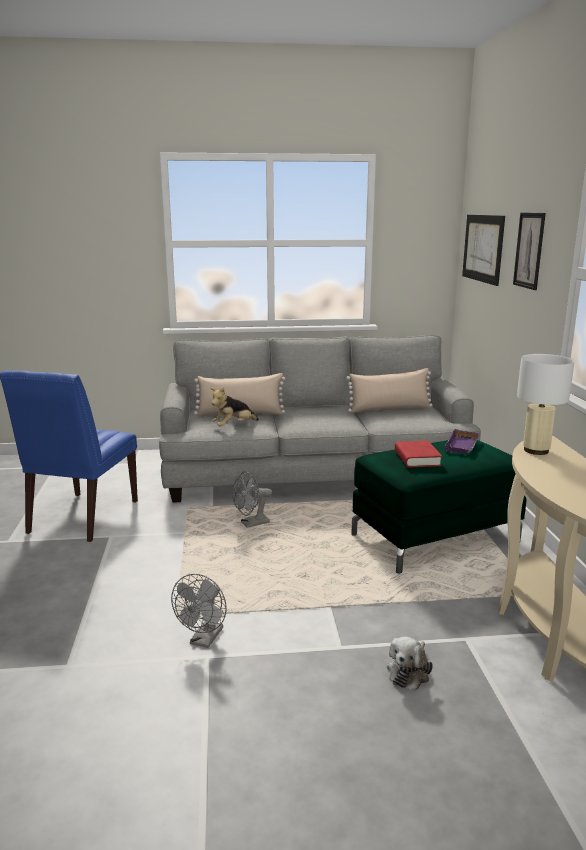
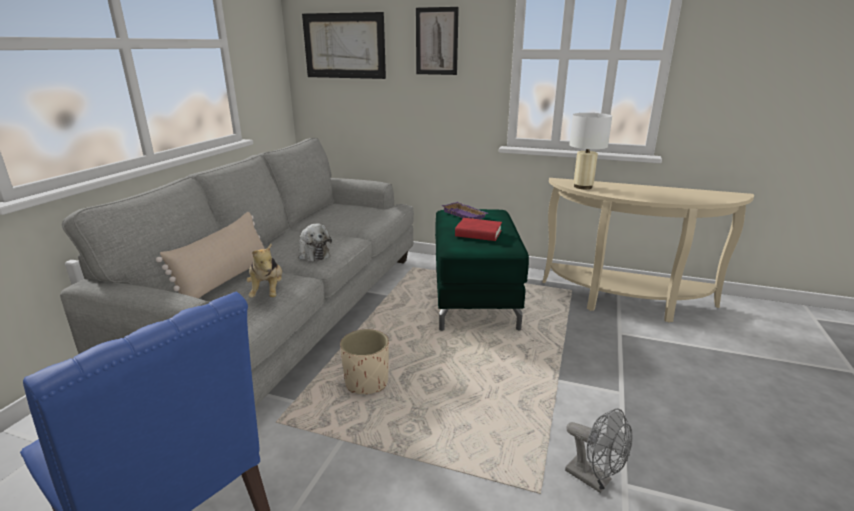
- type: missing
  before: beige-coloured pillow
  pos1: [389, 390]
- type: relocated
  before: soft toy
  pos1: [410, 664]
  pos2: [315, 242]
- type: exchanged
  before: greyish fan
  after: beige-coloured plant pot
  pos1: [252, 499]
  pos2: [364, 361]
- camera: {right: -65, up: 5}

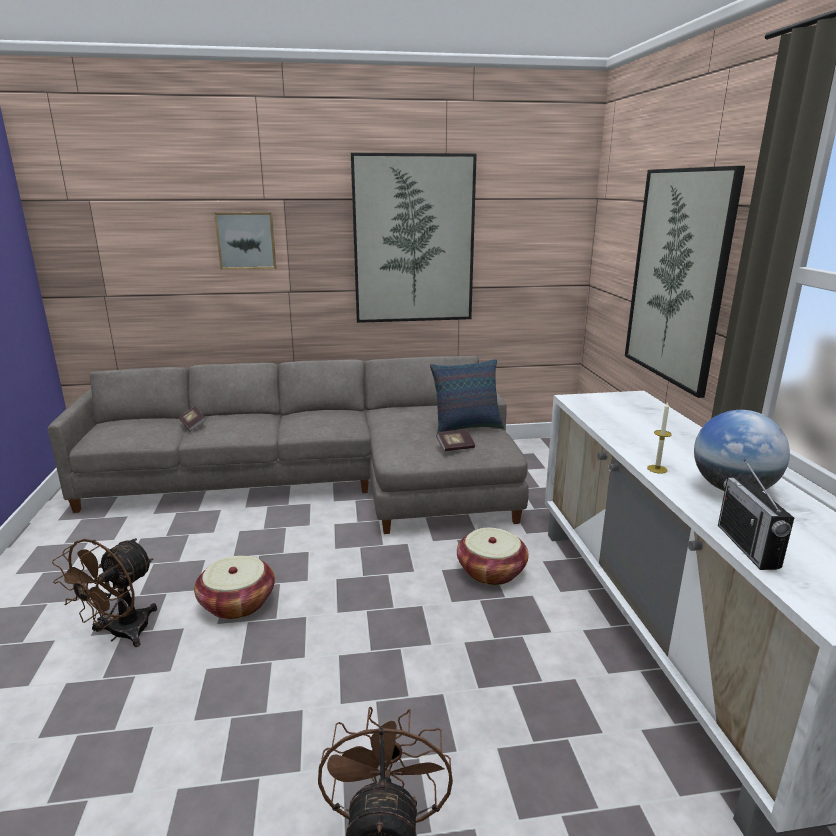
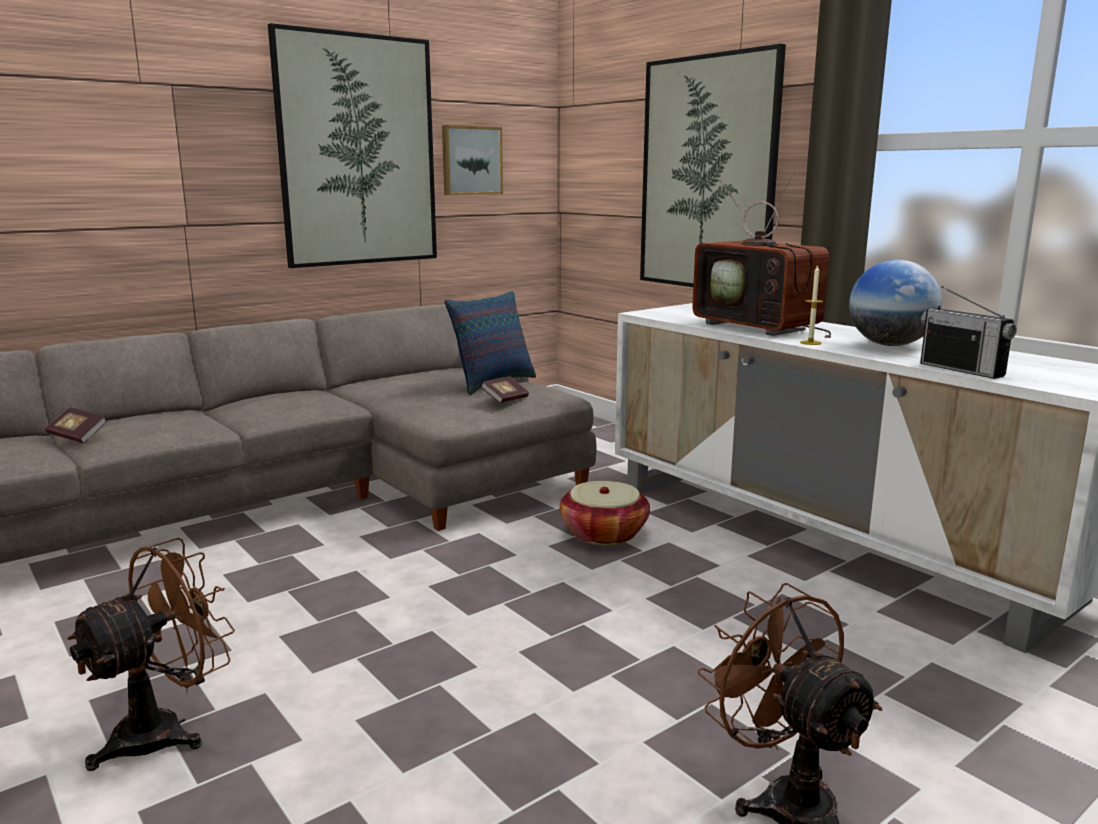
- type: missing
  before: basket
  pos1: [234, 587]
- type: appeared
  after: TV set
  pos2: [761, 254]
- type: relocated
  before: wall art
  pos1: [245, 241]
  pos2: [472, 160]
- type: spun
  before: brown fan
  pos1: [104, 592]
  pos2: [151, 654]
  turn: -135
- camera: {right: -30, up: -5}

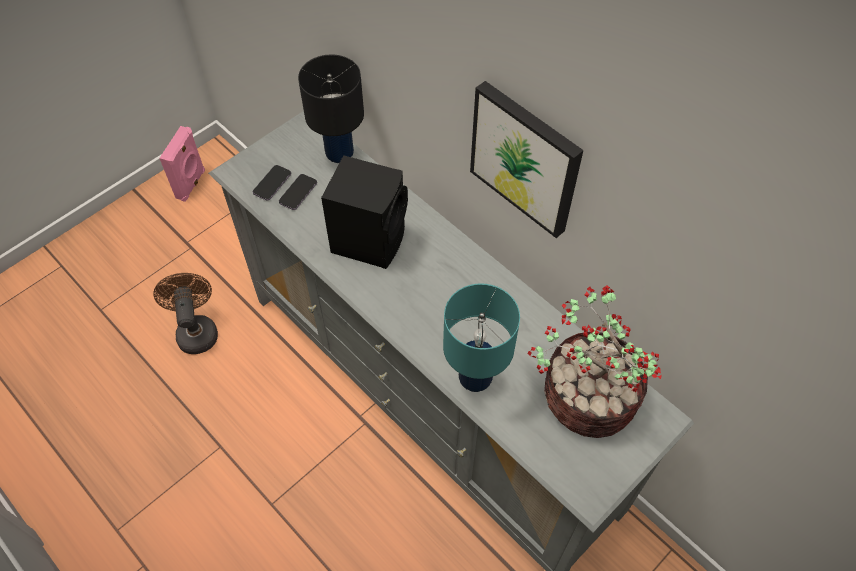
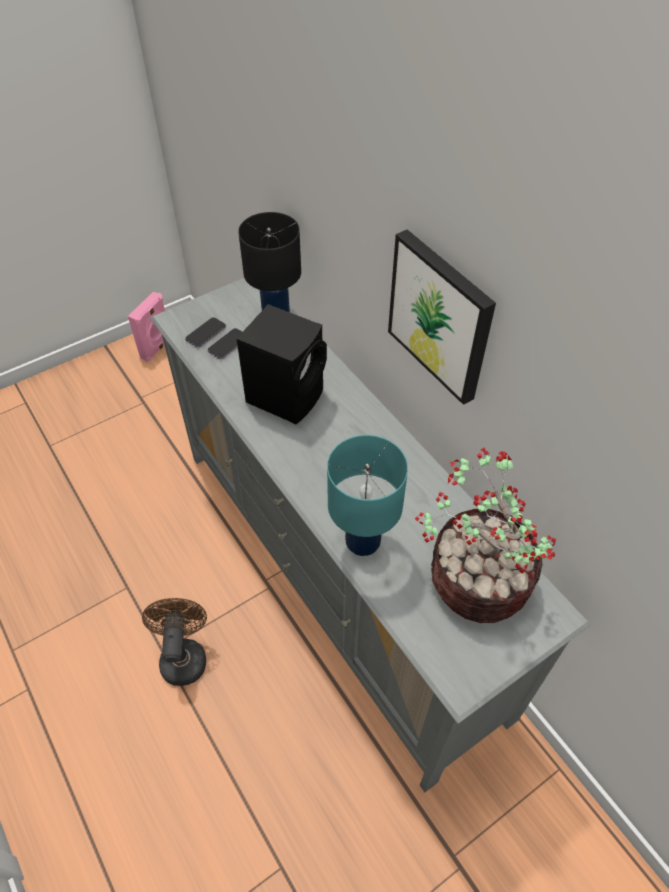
- type: relocated
  before: brown fan
  pos1: [185, 313]
  pos2: [174, 642]
- camera: {right: 10, up: -5}

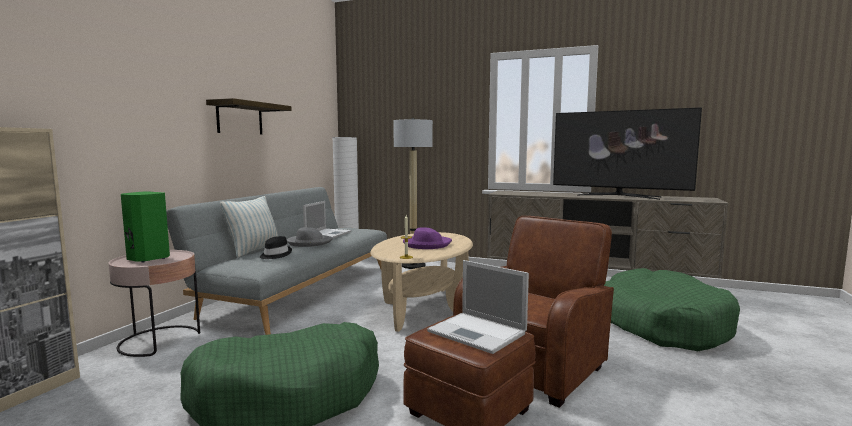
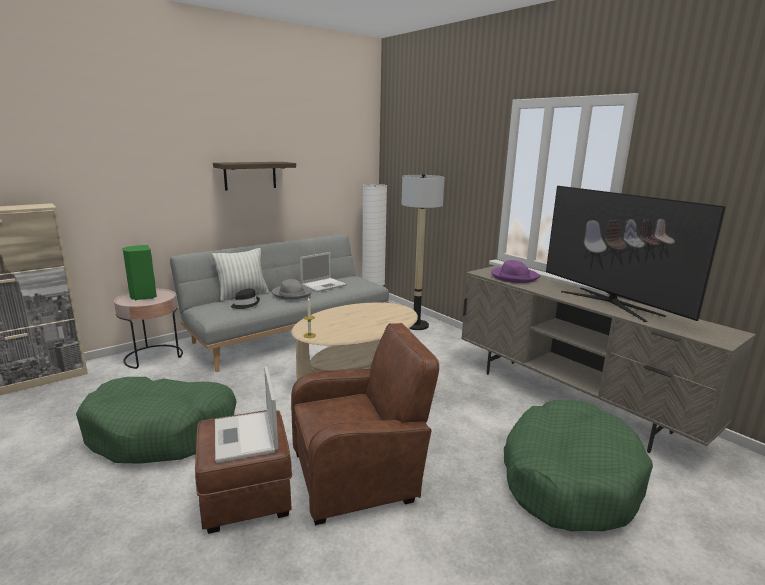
- type: relocated
  before: purple hat
  pos1: [427, 238]
  pos2: [515, 271]
- camera: {right: 30, up: 10}

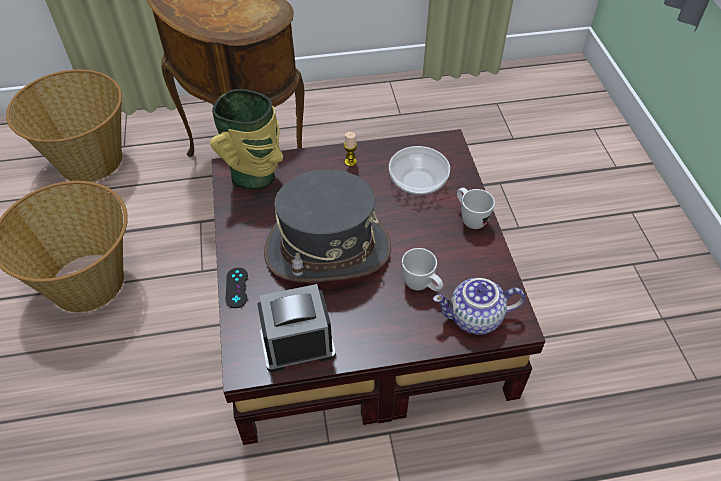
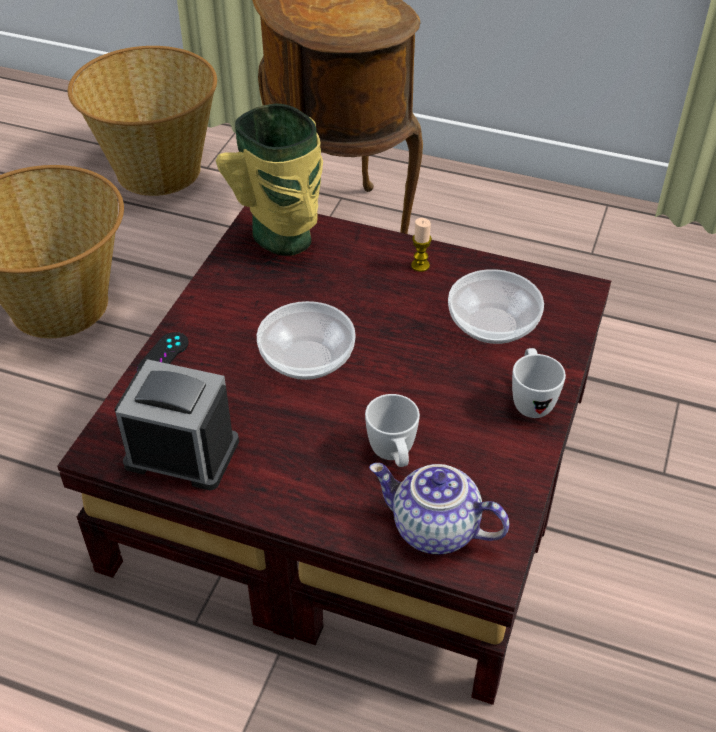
- type: exchanged
  before: greyish hat
  after: deep dish
  pos1: [327, 226]
  pos2: [306, 340]
- camera: {right: 30, up: -5}

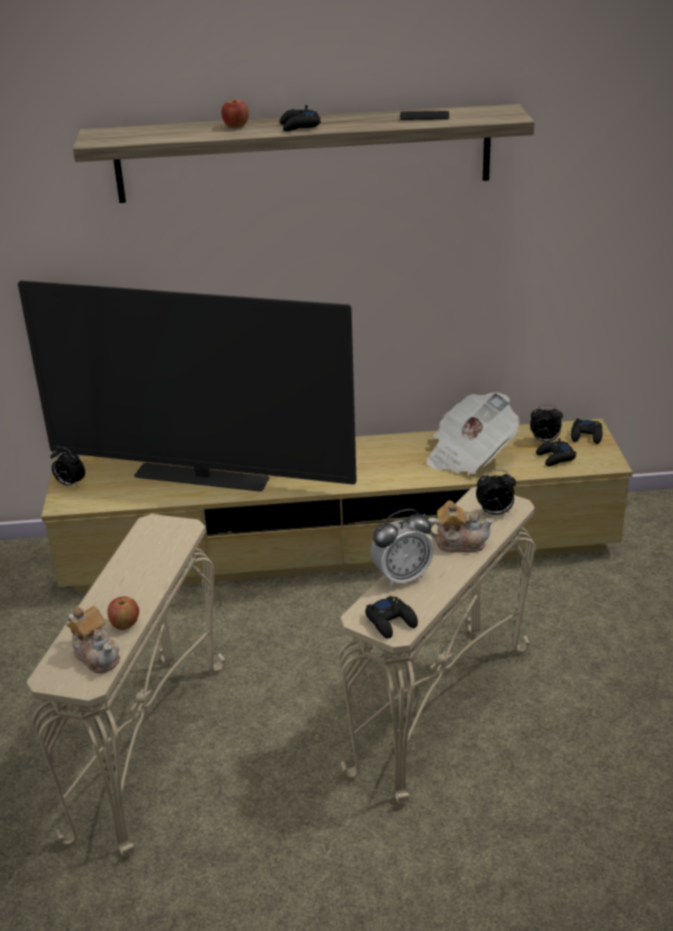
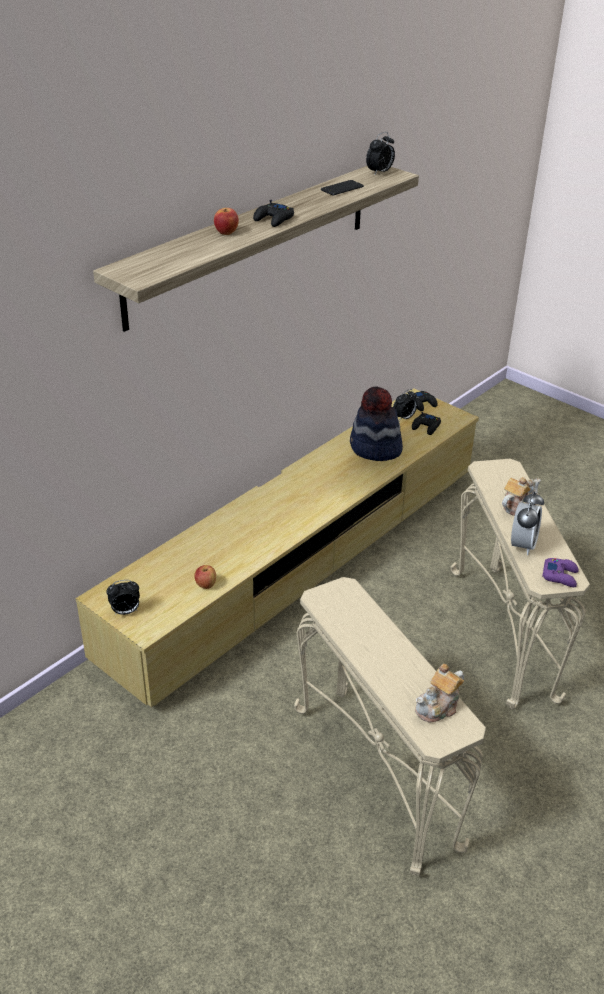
- type: missing
  before: TV set
  pos1: [187, 386]
- type: relocated
  before: whole apple
  pos1: [123, 613]
  pos2: [205, 577]
- type: relocated
  before: table clock
  pos1: [496, 492]
  pos2: [380, 154]
- type: exchanged
  before: printed paper
  after: hat
  pos1: [473, 433]
  pos2: [376, 423]
- type: colour
  before: blackish gamepad
  after: purple gamepad
  pos1: [391, 617]
  pos2: [560, 572]
- type: spun
  before: tea pot
  pos1: [93, 640]
  pos2: [439, 693]
  turn: 135
- camera: {right: -45, up: 5}

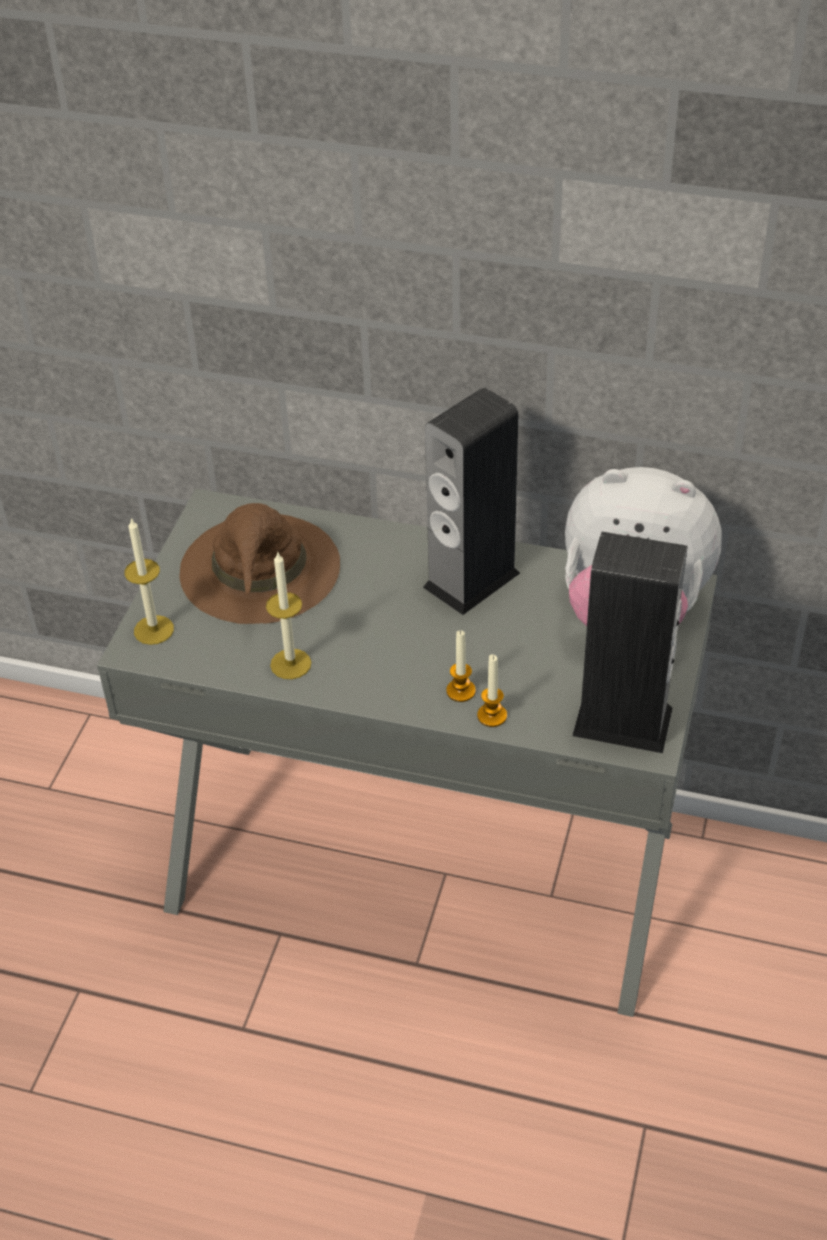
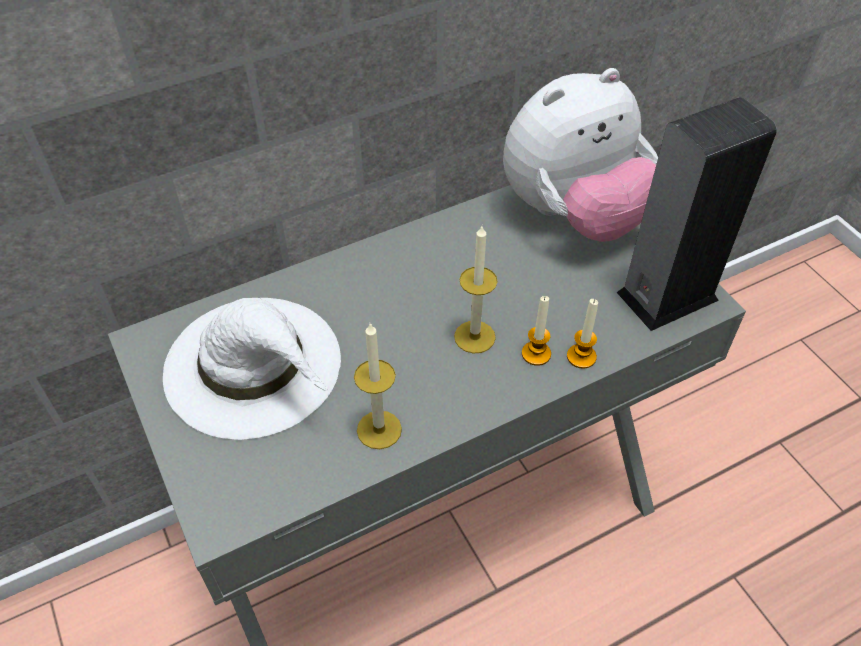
- type: missing
  before: loudspeaker
  pos1: [471, 501]
- type: relocated
  before: wax candle
  pos1: [149, 581]
  pos2: [476, 290]
- type: colour
  before: brown hat
  after: whitish hat
  pos1: [259, 563]
  pos2: [252, 369]
- camera: {right: -45, up: 5}

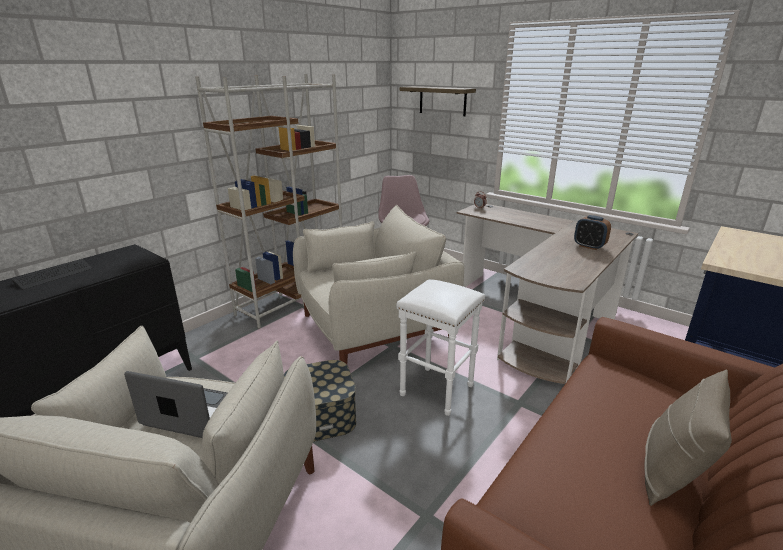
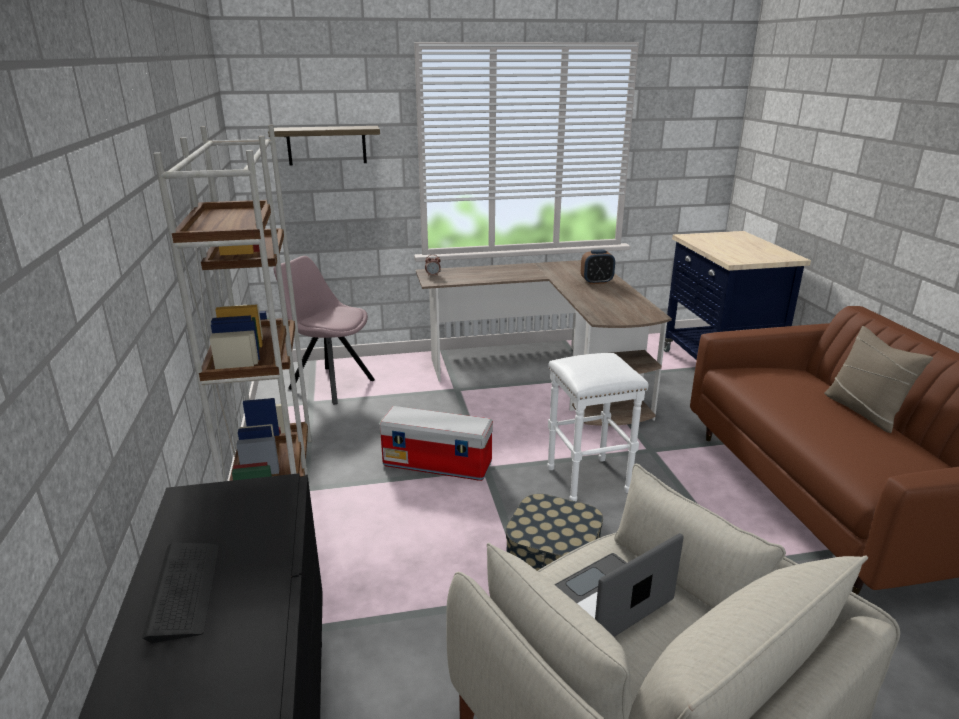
- type: exchanged
  before: beige-coloured easy chair
  after: storage box
  pos1: [378, 284]
  pos2: [436, 443]
- camera: {right: -50, up: 0}

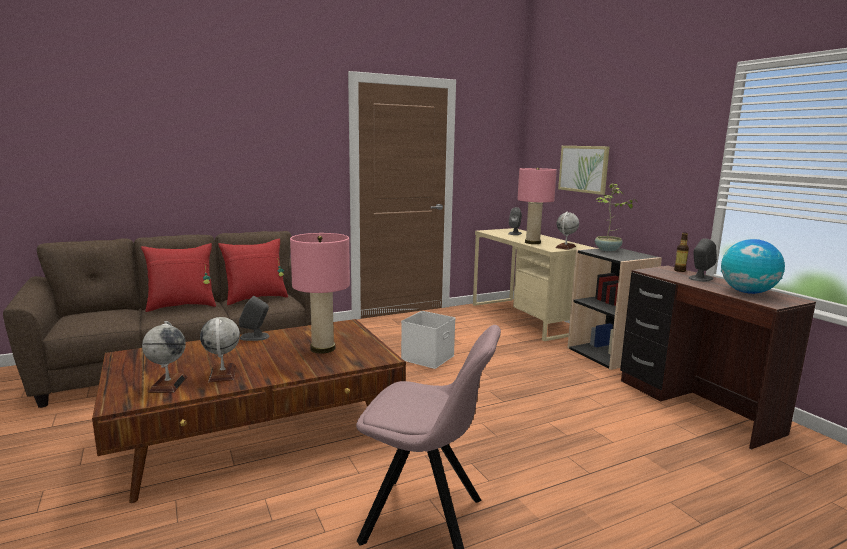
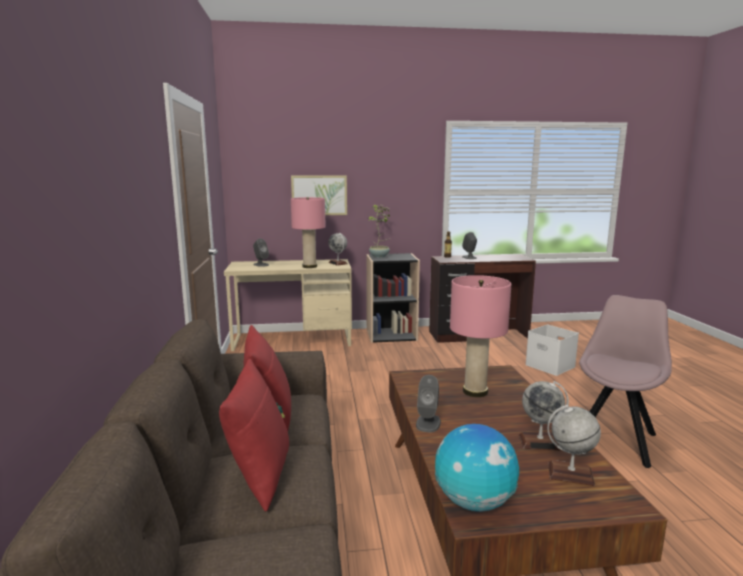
- type: relocated
  before: whitish storage box
  pos1: [428, 340]
  pos2: [552, 350]
- type: relocated
  before: world globe
  pos1: [753, 266]
  pos2: [477, 468]
- camera: {right: -70, up: 0}

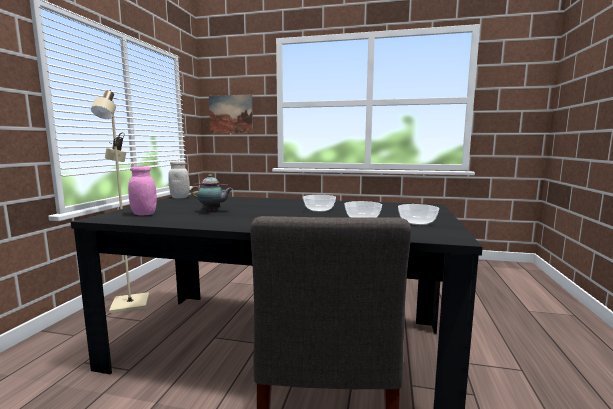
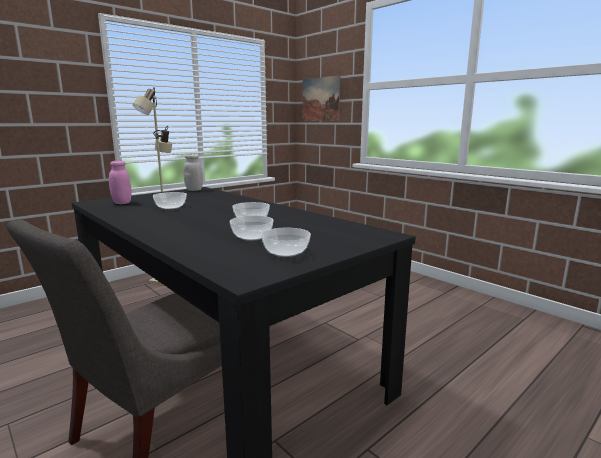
- type: exchanged
  before: tea pot
  after: deep dish
  pos1: [212, 192]
  pos2: [170, 200]
- camera: {right: 35, up: 5}

